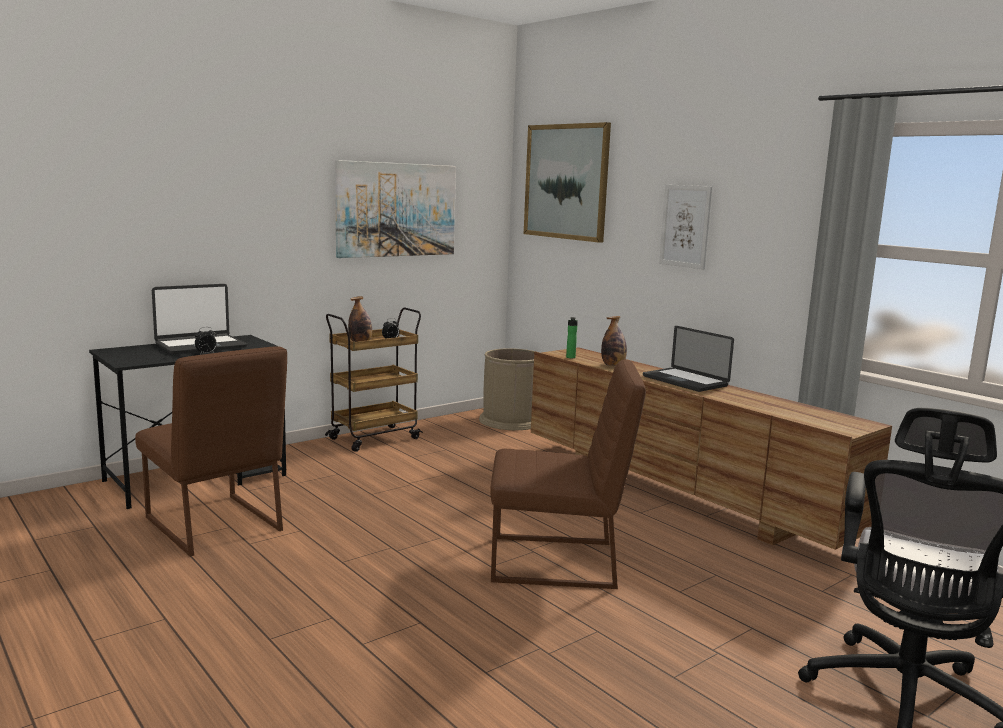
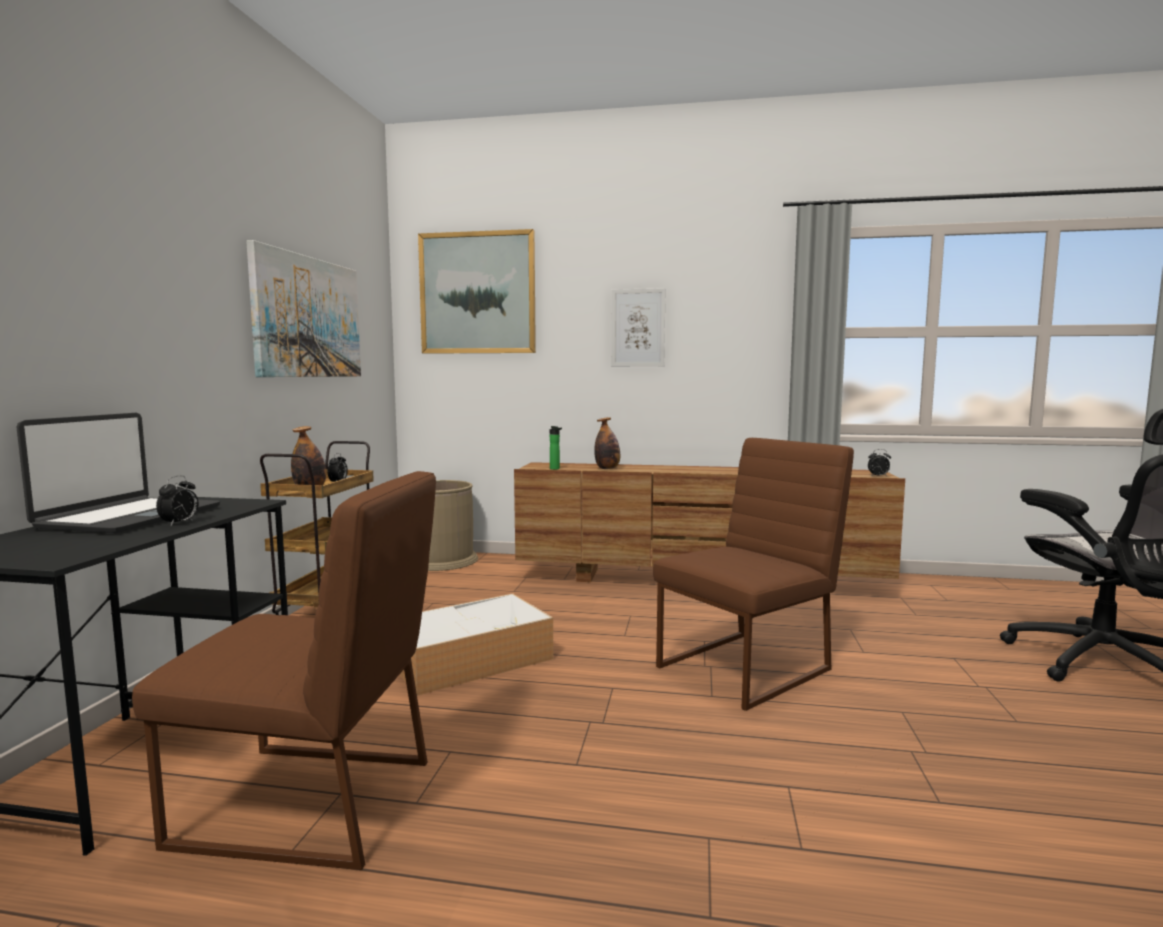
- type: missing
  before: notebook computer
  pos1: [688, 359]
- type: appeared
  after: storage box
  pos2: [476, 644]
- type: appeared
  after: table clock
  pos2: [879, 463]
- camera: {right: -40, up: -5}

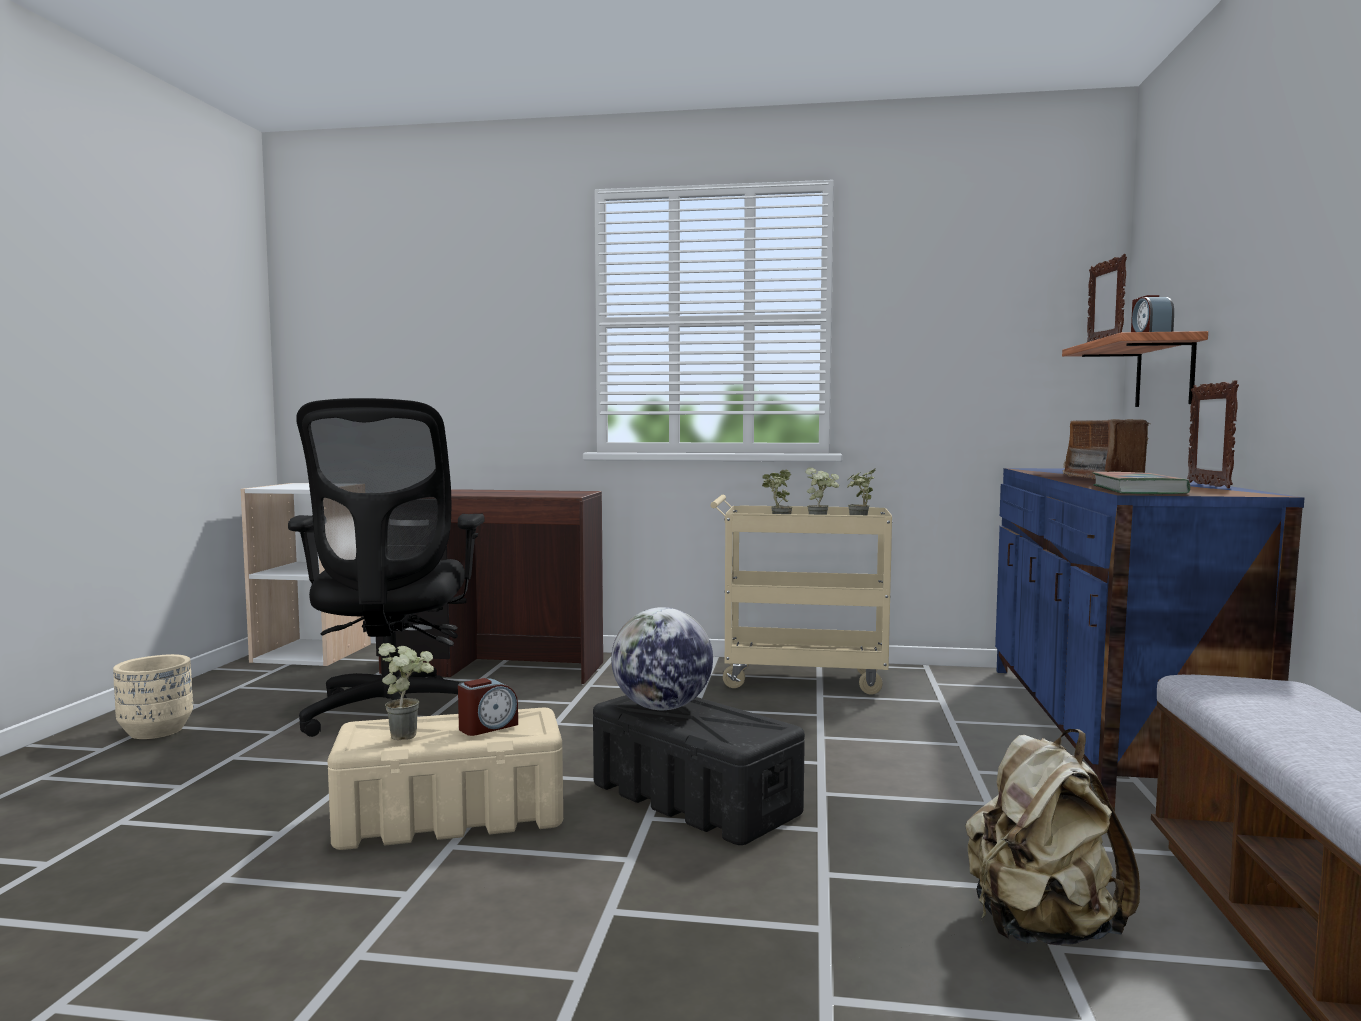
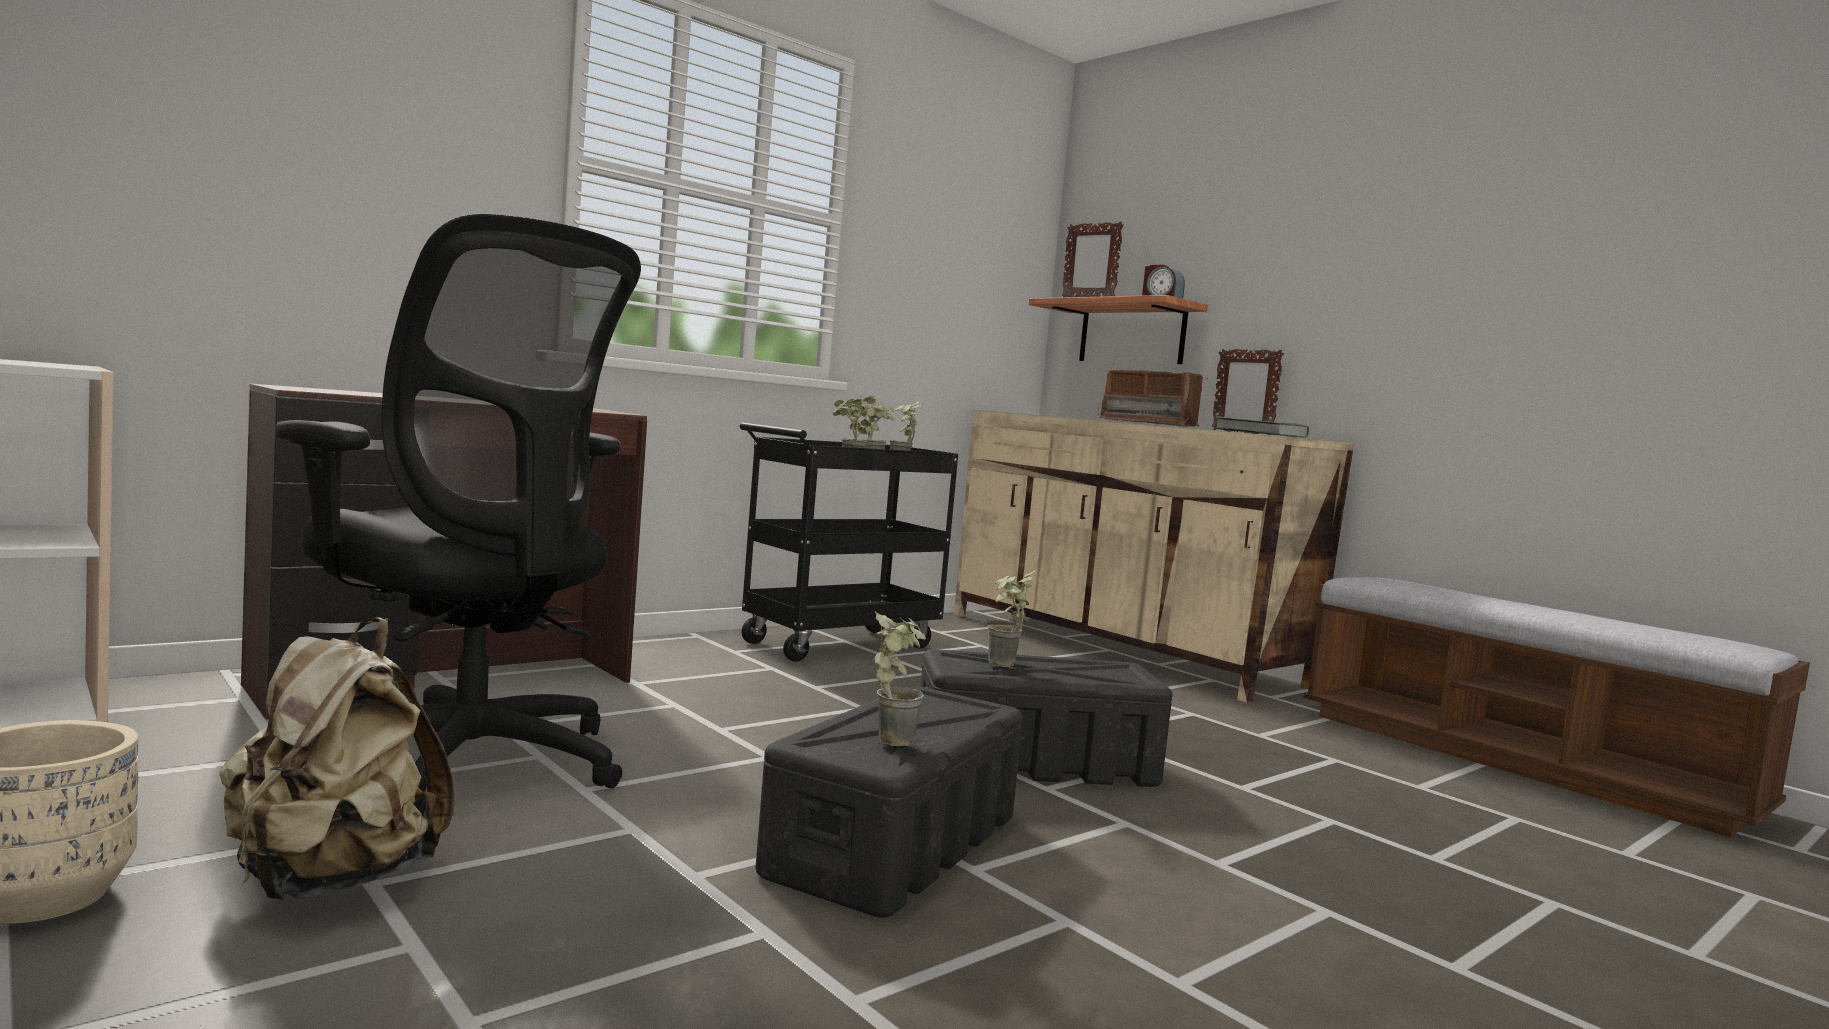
- type: missing
  before: table clock
  pos1: [488, 707]
- type: relocated
  before: beige-coloured backpack
  pos1: [1052, 837]
  pos2: [337, 758]
- type: exchanged
  before: world globe
  after: potted plant
  pos1: [662, 658]
  pos2: [1012, 618]
- type: colour
  before: beige-coloured storage box
  after: blackish storage box
  pos1: [445, 779]
  pos2: [889, 801]
- type: colour
  before: beige-coloured cart
  after: blackish cart
  pos1: [802, 595]
  pos2: [849, 541]
- type: colour
  before: bluish cabinet
  after: beige-coloured cabinet
  pos1: [1149, 639]
  pos2: [1154, 556]
- camera: {right: -50, up: 0}

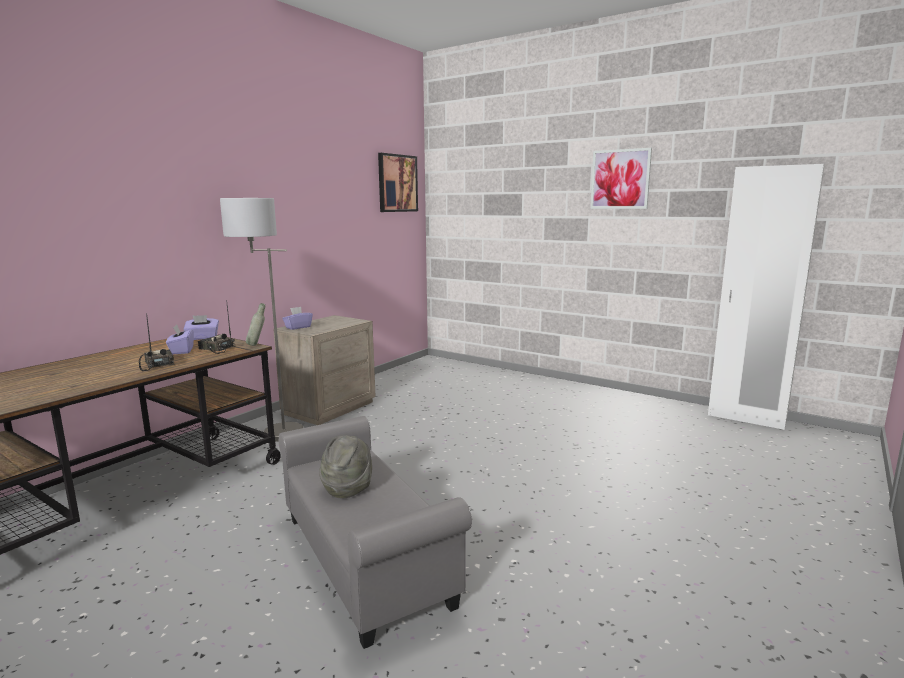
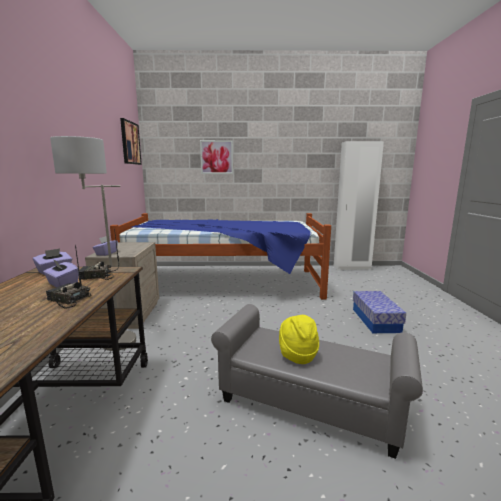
- type: missing
  before: greyish bottle
  pos1: [255, 324]
- type: appeared
  after: sleeping bed
  pos2: [220, 256]
- type: appeared
  after: storage box
  pos2: [379, 312]
- type: relocated
  before: wall art
  pos1: [621, 178]
  pos2: [216, 157]
- type: colour
  before: greyish hat
  after: yellowish hat
  pos1: [345, 466]
  pos2: [299, 339]
- camera: {right: -35, up: 0}

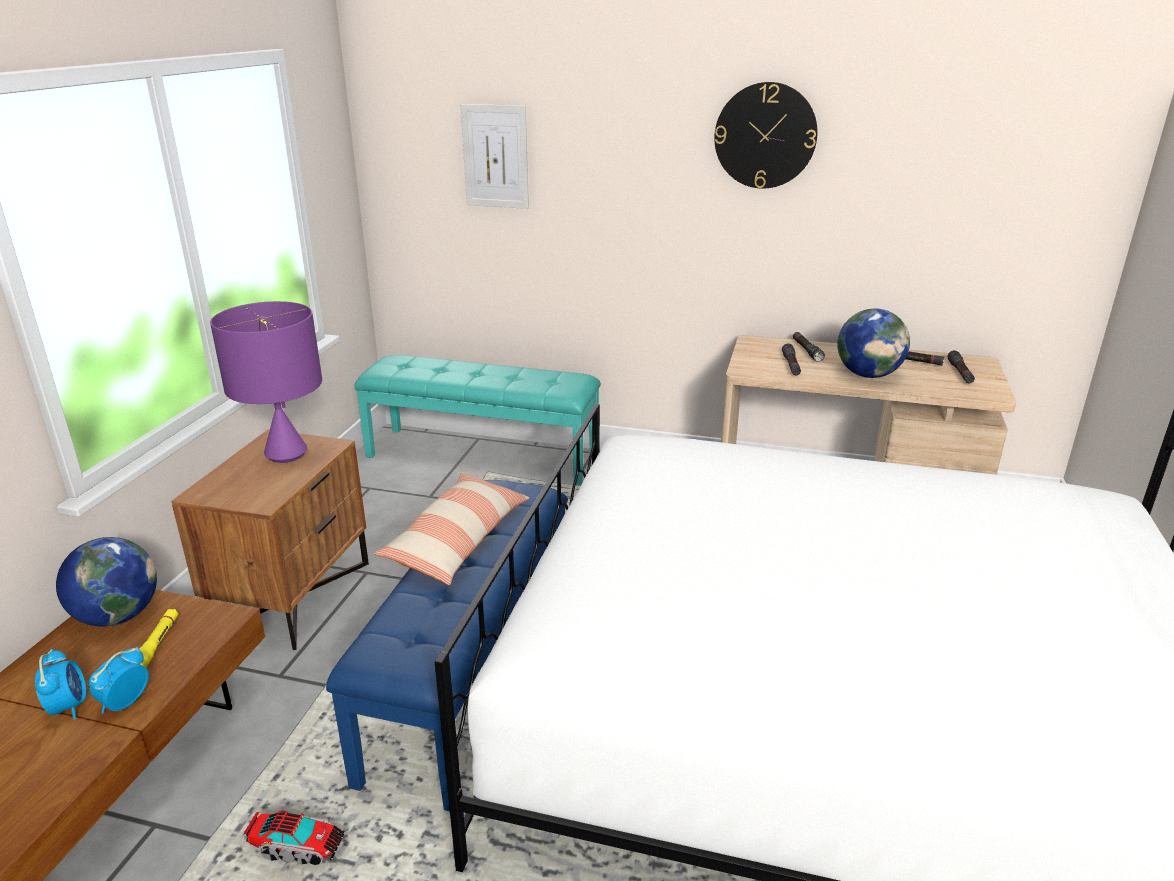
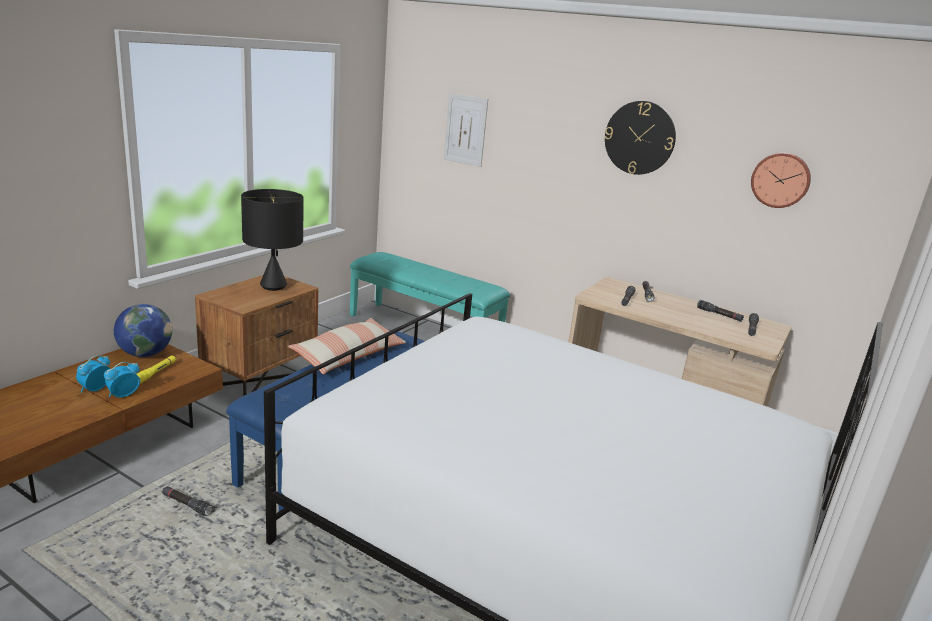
- type: missing
  before: world globe
  pos1: [873, 343]
- type: appeared
  after: clock on the wall
  pos2: [781, 180]
- type: exchanged
  before: toy truck
  after: blackish flashlight
  pos1: [294, 837]
  pos2: [187, 501]
- type: colour
  before: purple tabletop lamp
  after: blackish tabletop lamp
  pos1: [266, 382]
  pos2: [272, 240]
- type: spun
  before: table clock
  pos1: [60, 684]
  pos2: [93, 374]
  turn: -150
- camera: {right: 15, up: -5}

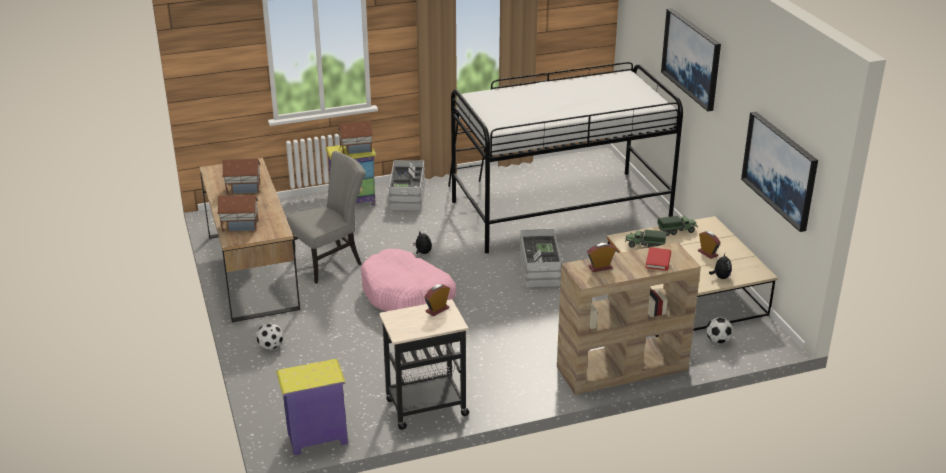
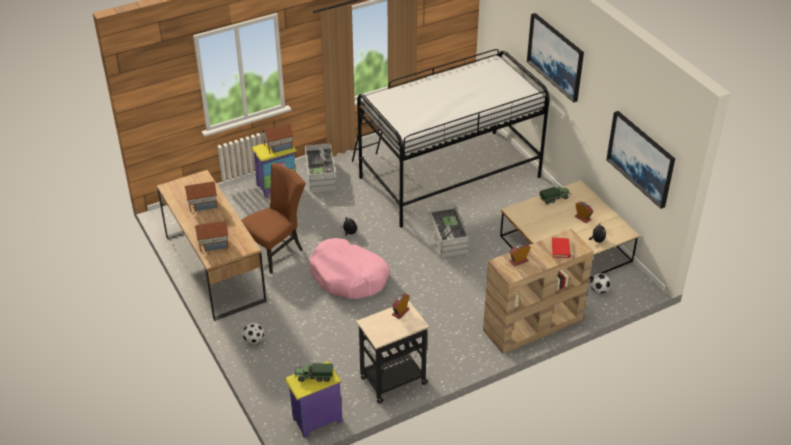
- type: relocated
  before: toy truck
  pos1: [645, 239]
  pos2: [314, 372]
- type: colour
  before: greyish plain chair
  after: brown plain chair
  pos1: [326, 217]
  pos2: [273, 218]
- camera: {right: -10, up: 10}

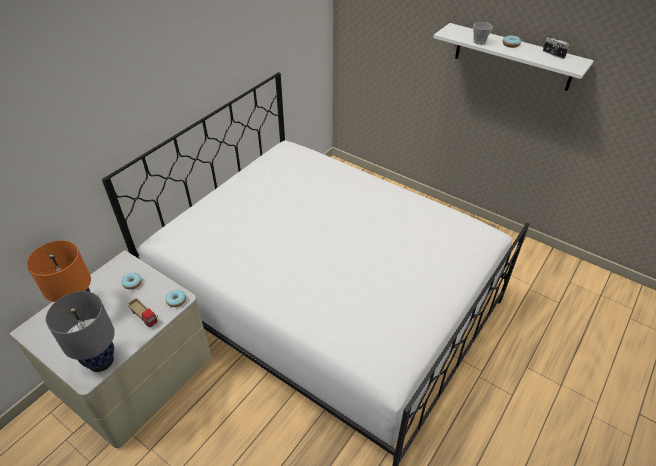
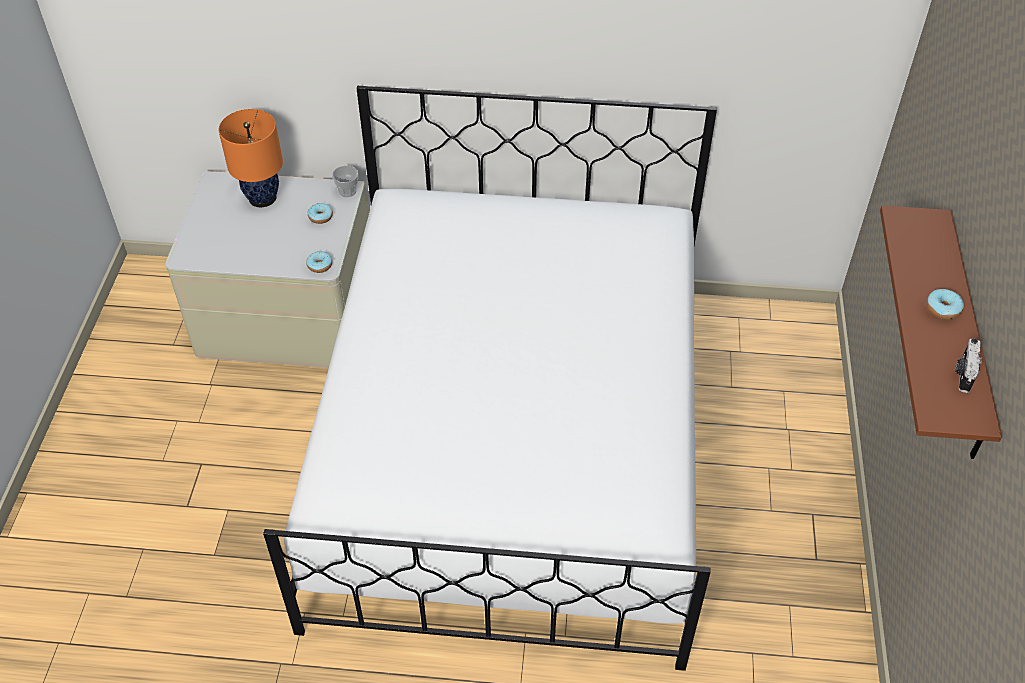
- type: missing
  before: greyish tabletop lamp
  pos1: [80, 331]
- type: missing
  before: toy truck
  pos1: [143, 312]
- type: relocated
  before: small cup
  pos1: [483, 33]
  pos2: [345, 181]
- type: colour
  before: whitish shelf
  after: brown shelf
  pos1: [513, 57]
  pos2: [941, 332]
- camera: {right: 60, up: 5}

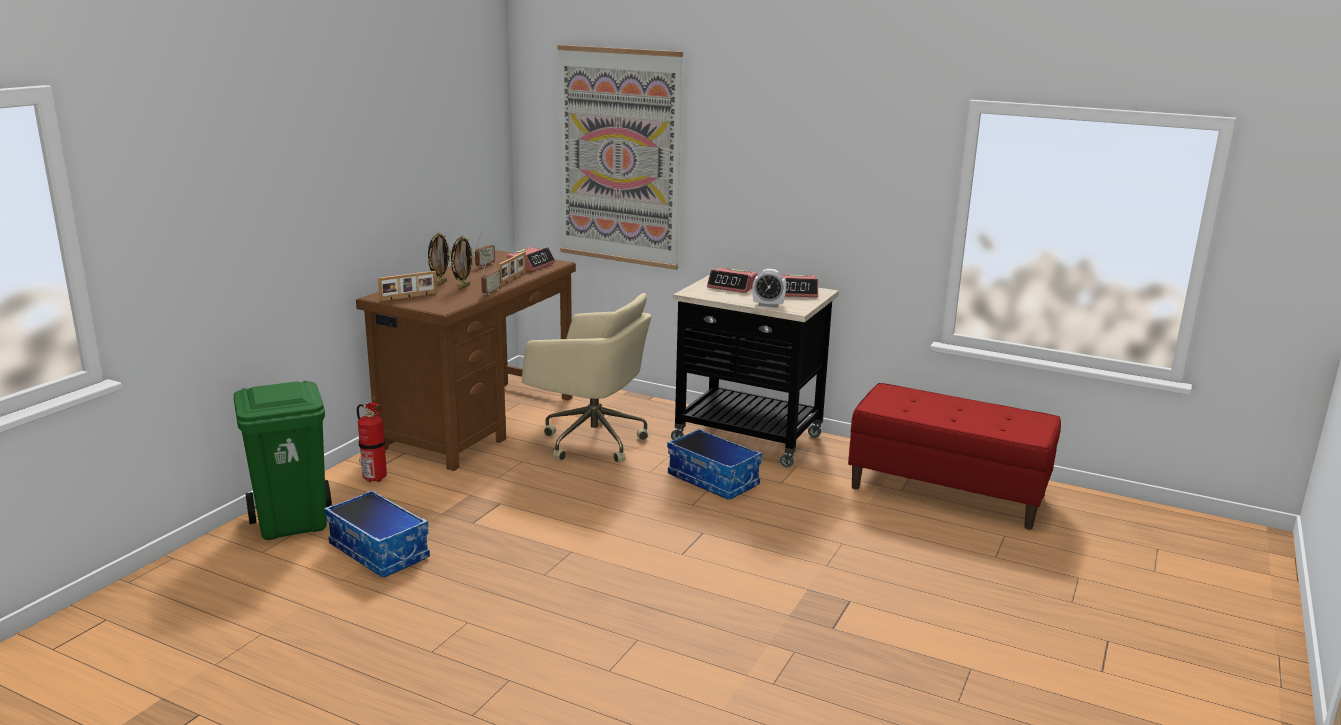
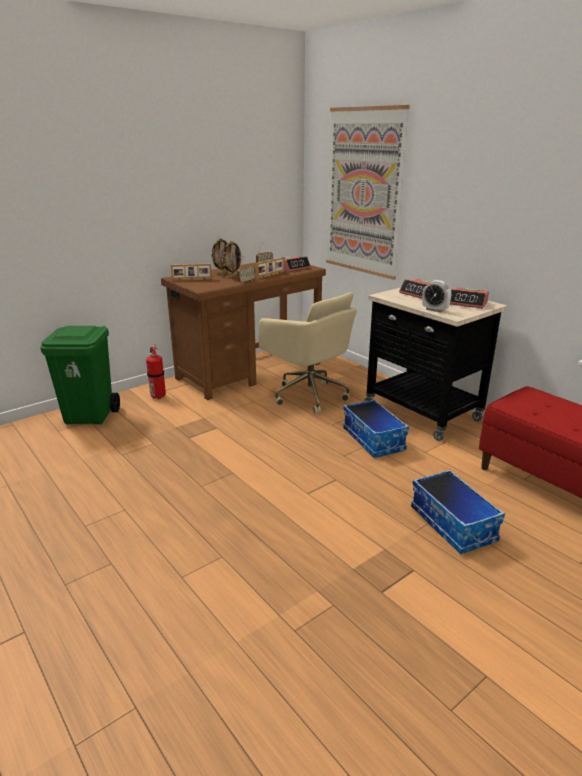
- type: relocated
  before: storage box
  pos1: [377, 534]
  pos2: [458, 512]
- camera: {right: 25, up: 5}

